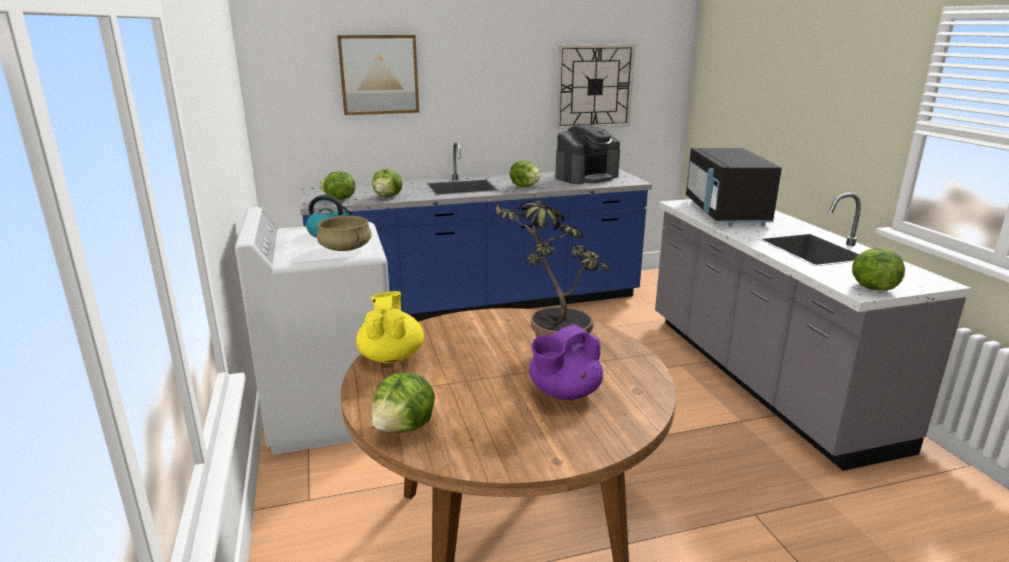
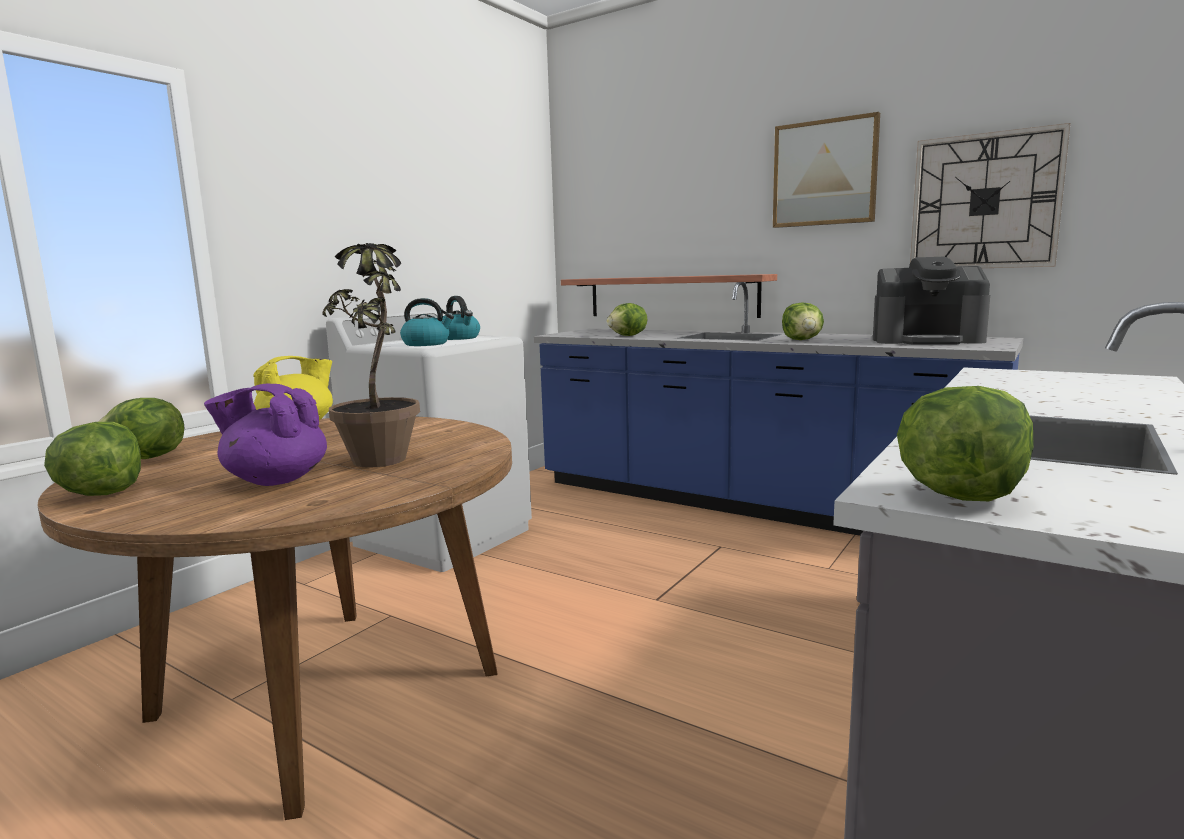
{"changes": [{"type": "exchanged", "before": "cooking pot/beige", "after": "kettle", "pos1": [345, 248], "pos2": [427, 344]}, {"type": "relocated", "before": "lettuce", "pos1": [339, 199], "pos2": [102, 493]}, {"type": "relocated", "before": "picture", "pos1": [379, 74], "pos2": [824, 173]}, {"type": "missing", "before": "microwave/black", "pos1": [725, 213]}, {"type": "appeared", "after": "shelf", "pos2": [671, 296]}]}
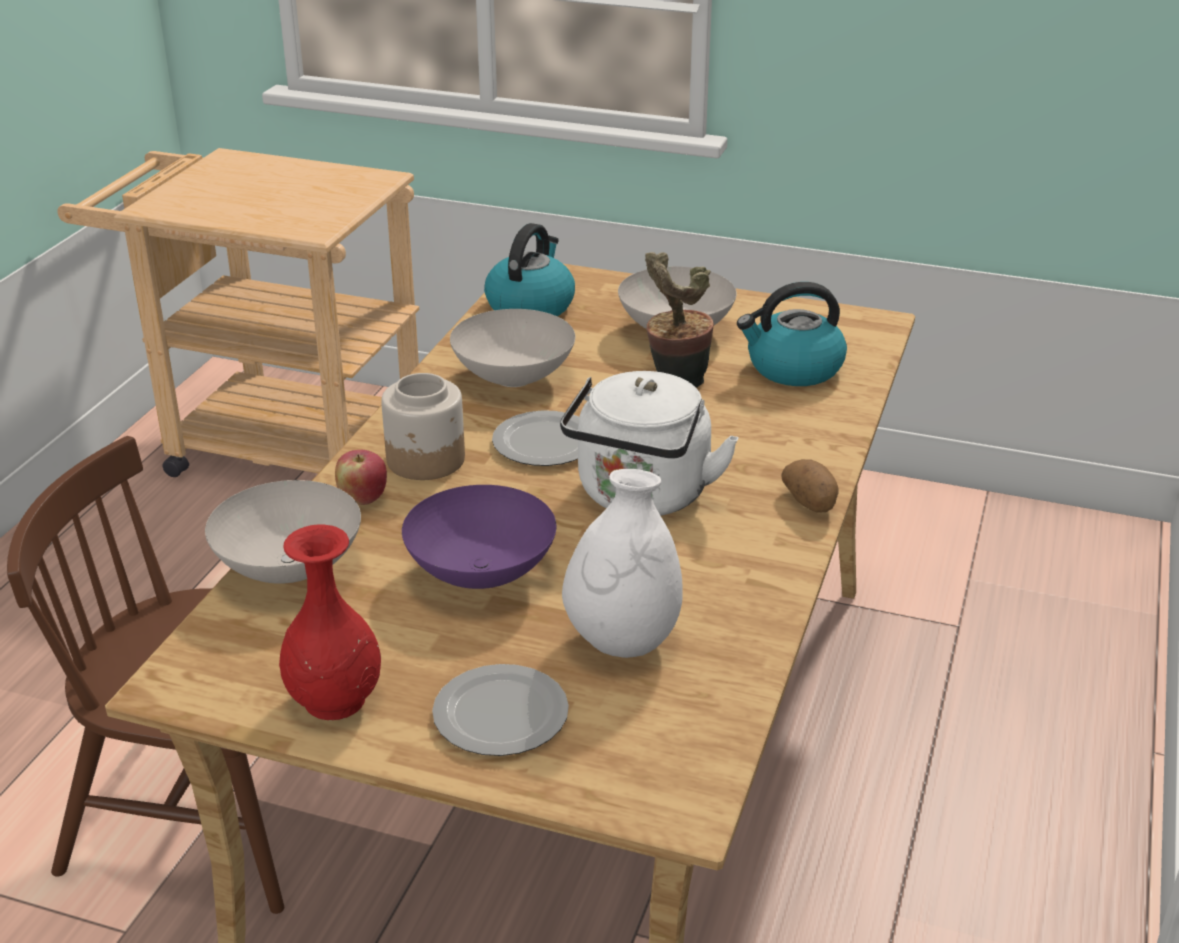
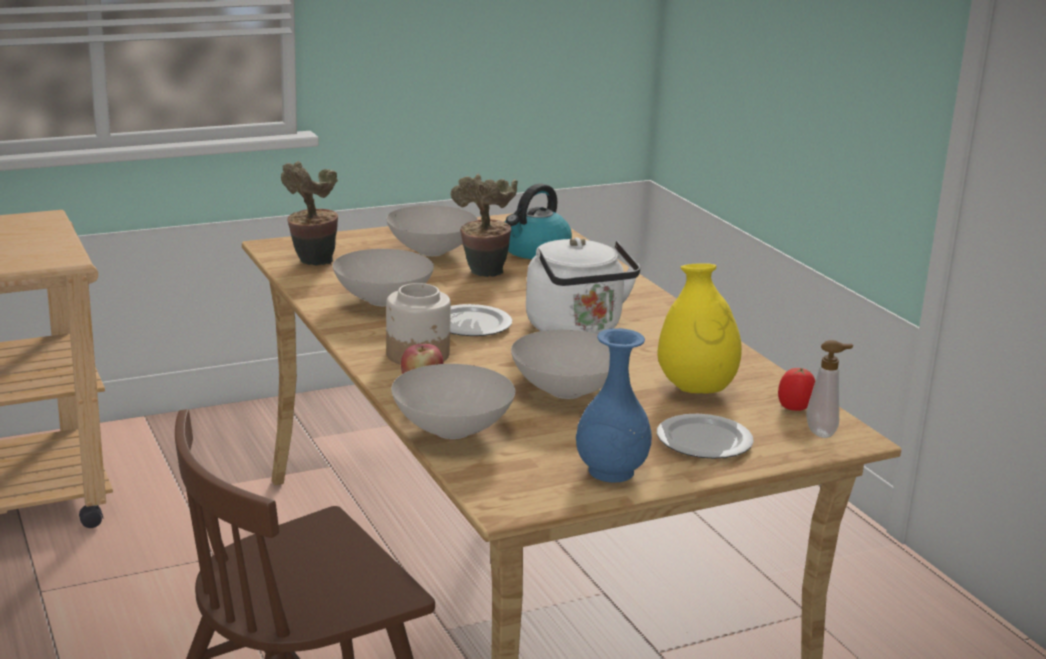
{"changes": [{"type": "colour", "before": "vase/red", "after": "vase/blue", "pos1": [333, 700], "pos2": [610, 472]}, {"type": "colour", "before": "bowl/purple", "after": "bowl/white", "pos1": [479, 575], "pos2": [566, 392]}, {"type": "exchanged", "before": "kettle", "after": "potted plant", "pos1": [530, 306], "pos2": [311, 263]}, {"type": "colour", "before": "vase/white", "after": "vase/yellow", "pos1": [622, 640], "pos2": [695, 389]}, {"type": "missing", "before": "potato", "pos1": [811, 503]}, {"type": "appeared", "after": "tomato", "pos2": [795, 407]}, {"type": "appeared", "after": "soap dispenser", "pos2": [823, 432]}]}
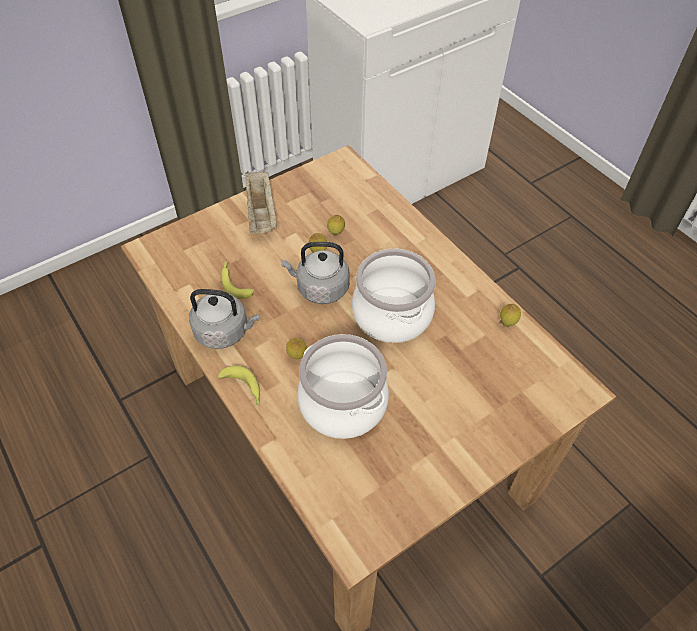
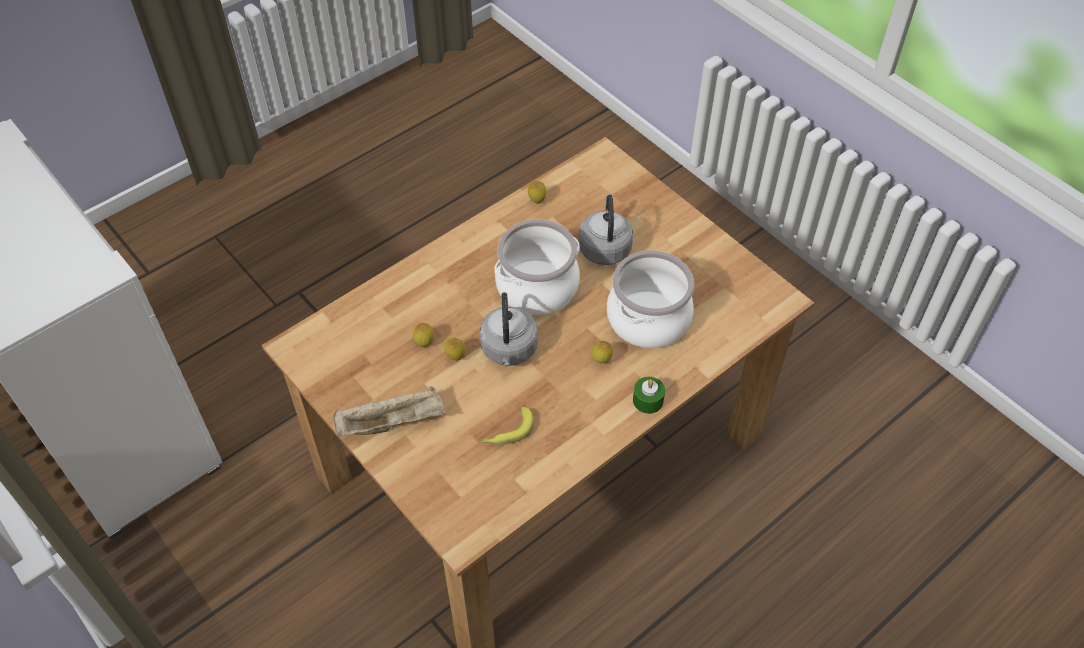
{"changes": [{"type": "relocated", "before": "kettle/grey", "pos1": [224, 332], "pos2": [604, 247]}, {"type": "exchanged", "before": "banana", "after": "candle/green", "pos1": [244, 389], "pos2": [648, 400]}]}
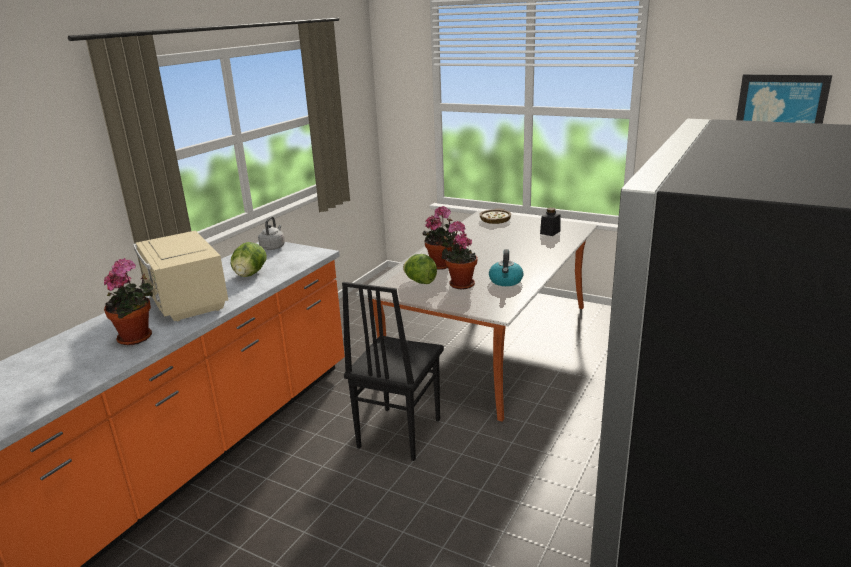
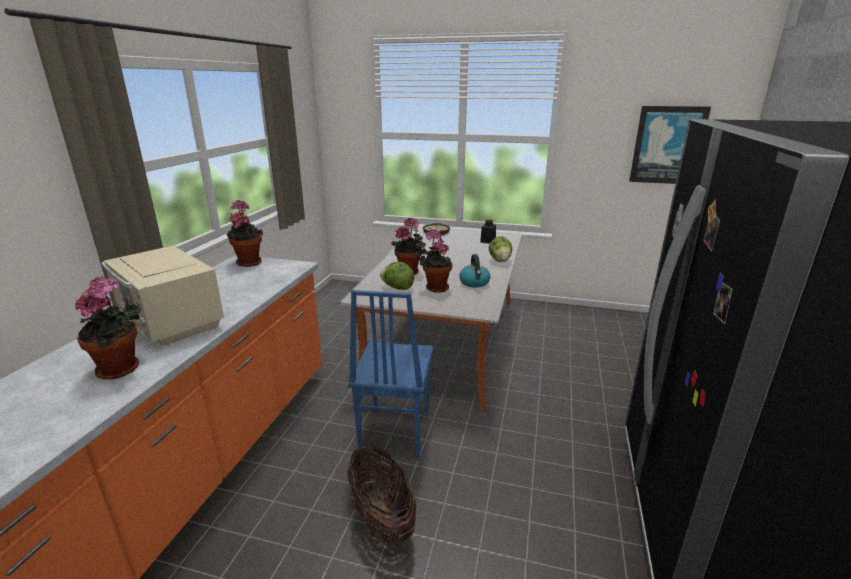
{"changes": [{"type": "relocated", "before": "lettuce", "pos1": [250, 274], "pos2": [500, 260]}, {"type": "exchanged", "before": "kettle/grey", "after": "potted plant", "pos1": [273, 247], "pos2": [248, 262]}, {"type": "colour", "before": "chair/black", "after": "chair/blue", "pos1": [397, 433], "pos2": [393, 433]}, {"type": "appeared", "after": "basket", "pos2": [382, 517]}]}
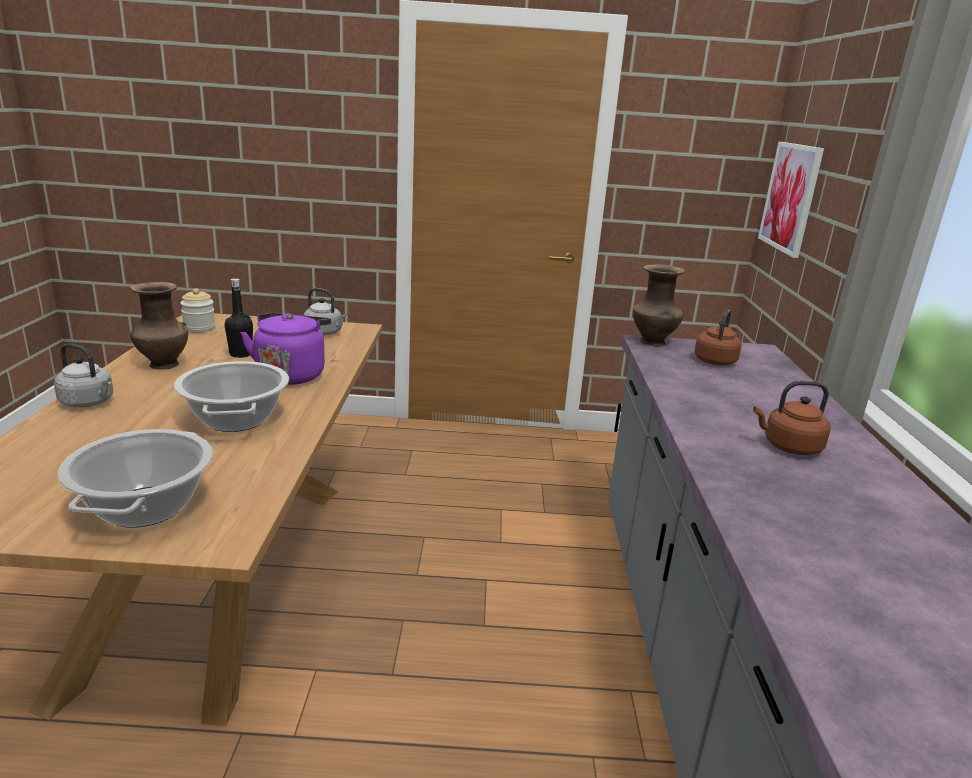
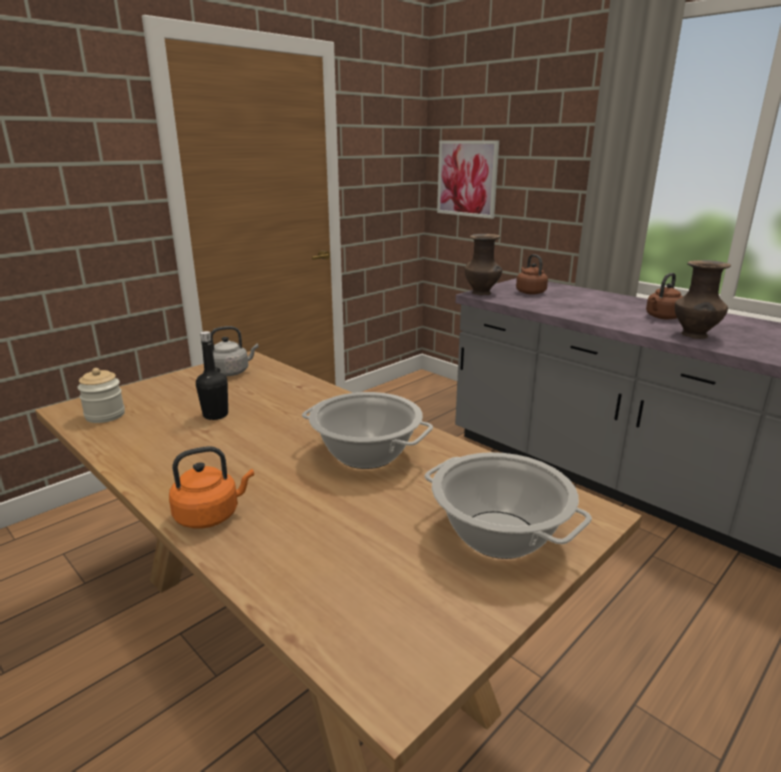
{"changes": [{"type": "colour", "before": "kettle/grey", "after": "kettle/orange", "pos1": [89, 402], "pos2": [210, 515]}, {"type": "relocated", "before": "vase/brown", "pos1": [162, 365], "pos2": [695, 336]}, {"type": "missing", "before": "kettle/purple", "pos1": [291, 374]}]}
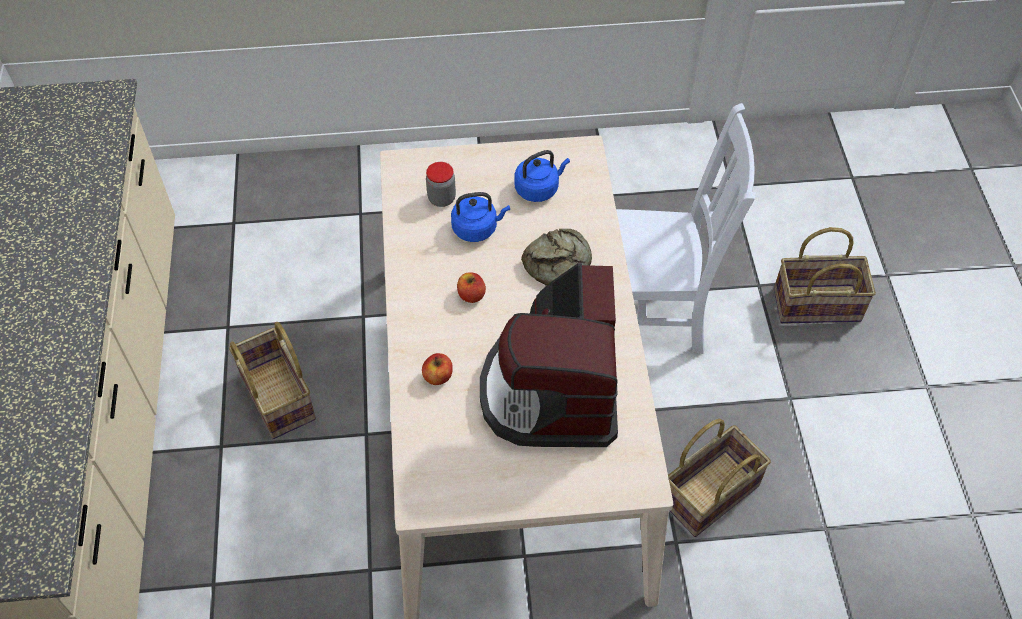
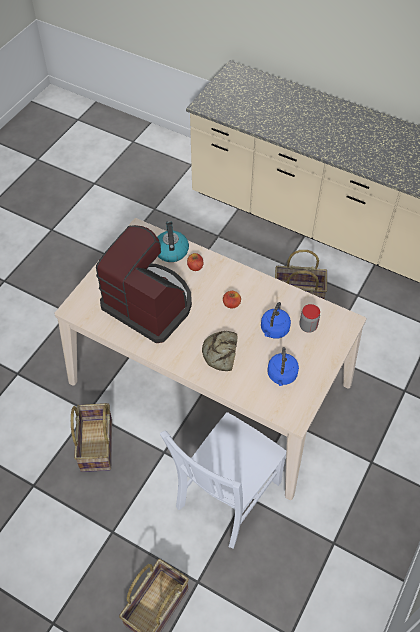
{"changes": [{"type": "appeared", "after": "kettle", "pos2": [171, 250]}]}
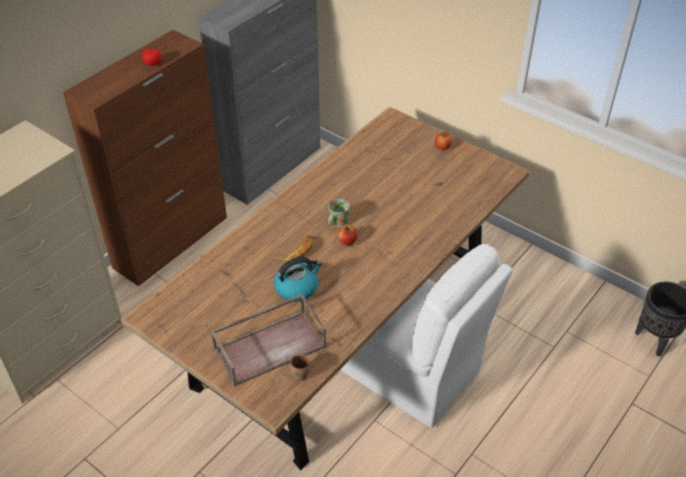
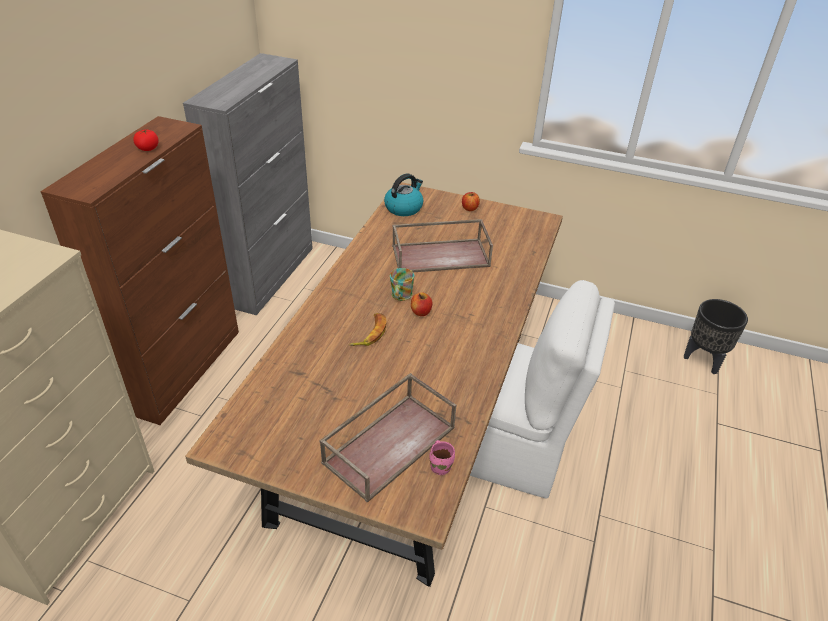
{"changes": [{"type": "relocated", "before": "kettle", "pos1": [297, 288], "pos2": [404, 208]}, {"type": "colour", "before": "mug/brown", "after": "mug/pink", "pos1": [301, 374], "pos2": [441, 466]}, {"type": "appeared", "after": "tray/brown", "pos2": [441, 255]}]}
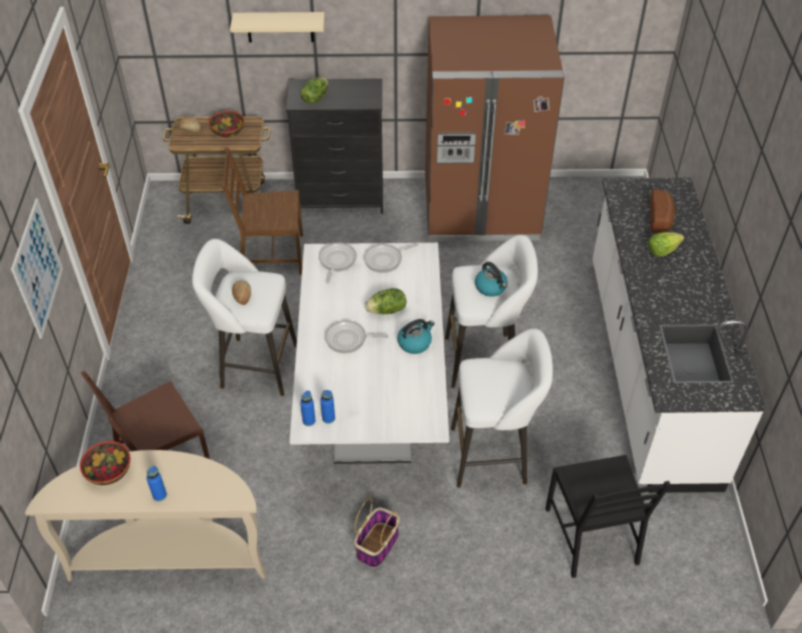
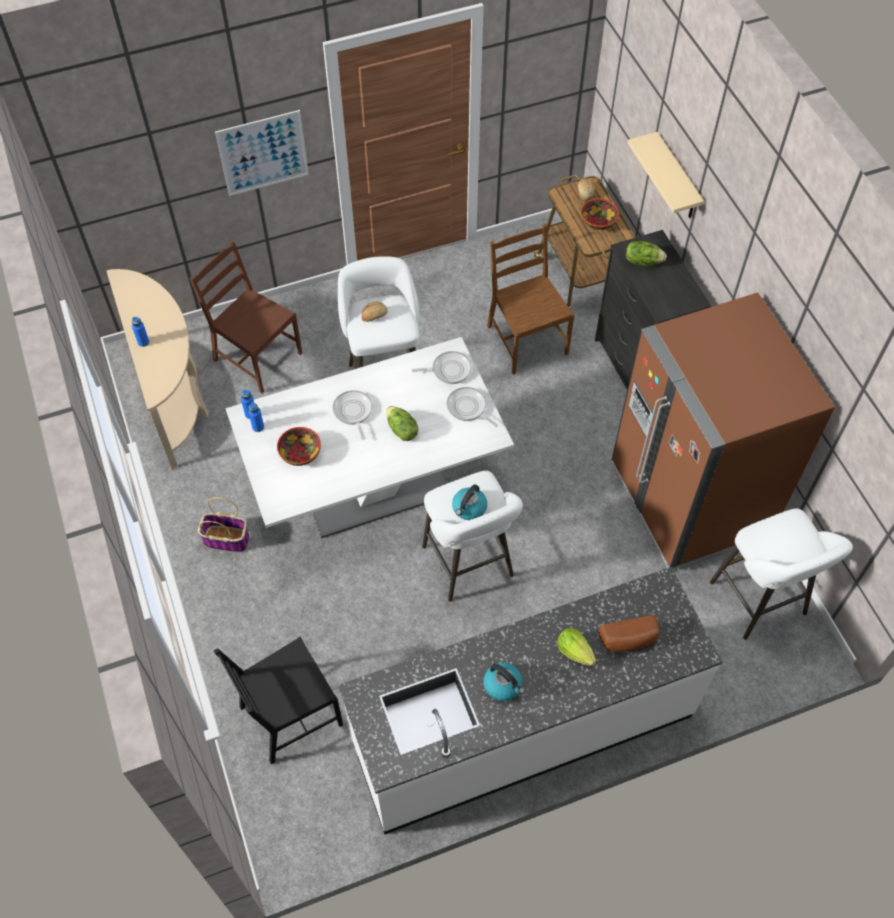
{"changes": [{"type": "relocated", "before": "bowl", "pos1": [108, 471], "pos2": [300, 453]}, {"type": "relocated", "before": "kettle", "pos1": [415, 343], "pos2": [503, 685]}, {"type": "relocated", "before": "stool/white", "pos1": [494, 455], "pos2": [761, 602]}]}
